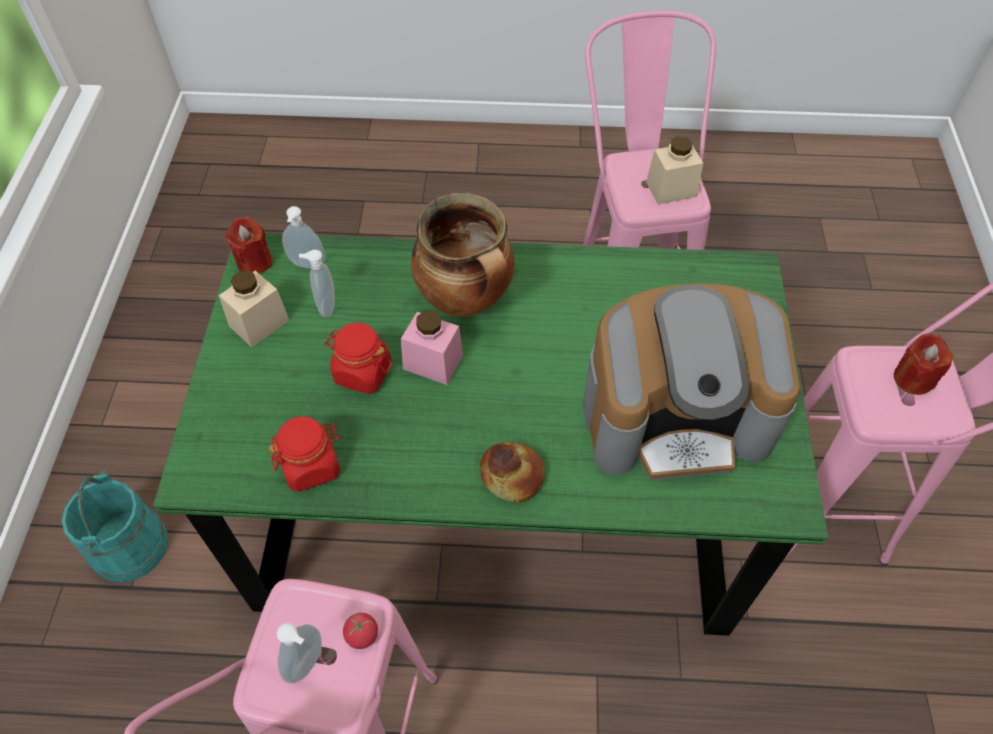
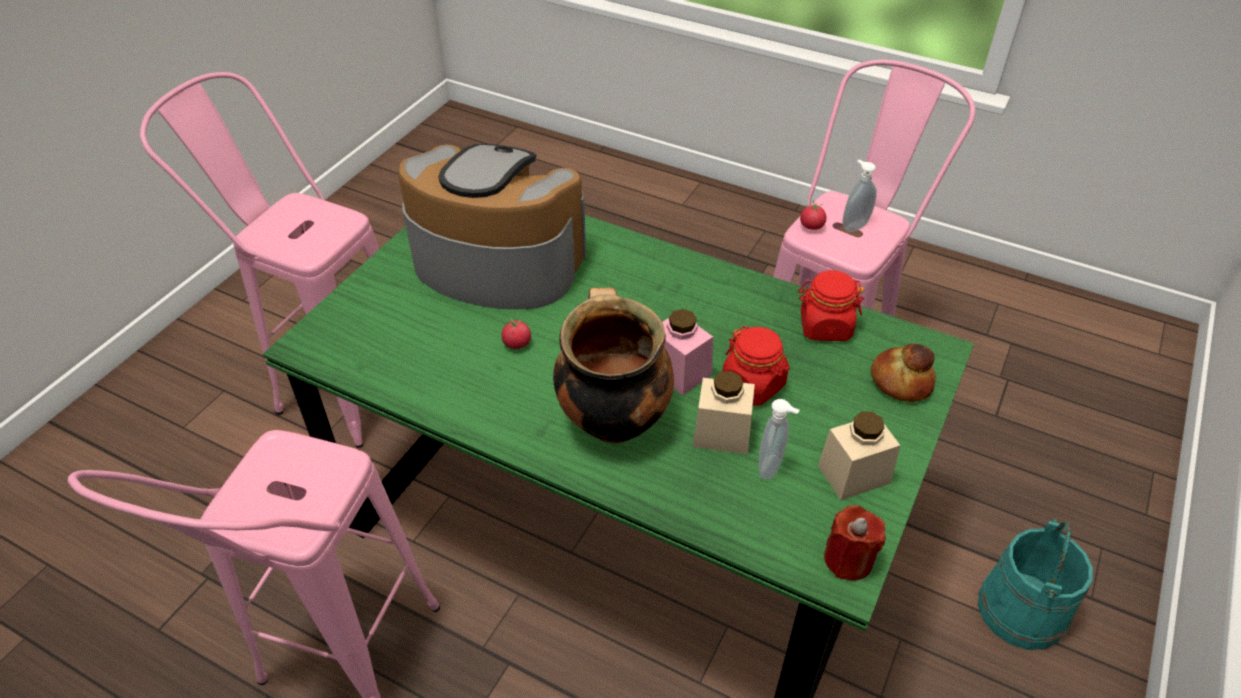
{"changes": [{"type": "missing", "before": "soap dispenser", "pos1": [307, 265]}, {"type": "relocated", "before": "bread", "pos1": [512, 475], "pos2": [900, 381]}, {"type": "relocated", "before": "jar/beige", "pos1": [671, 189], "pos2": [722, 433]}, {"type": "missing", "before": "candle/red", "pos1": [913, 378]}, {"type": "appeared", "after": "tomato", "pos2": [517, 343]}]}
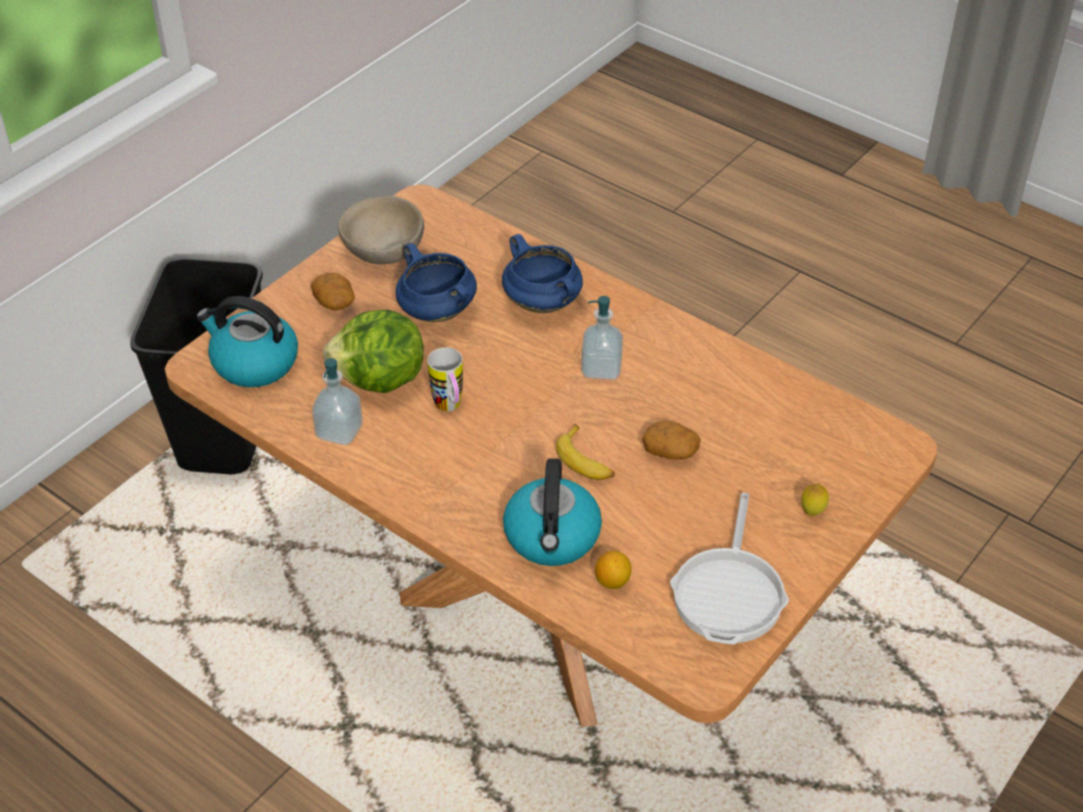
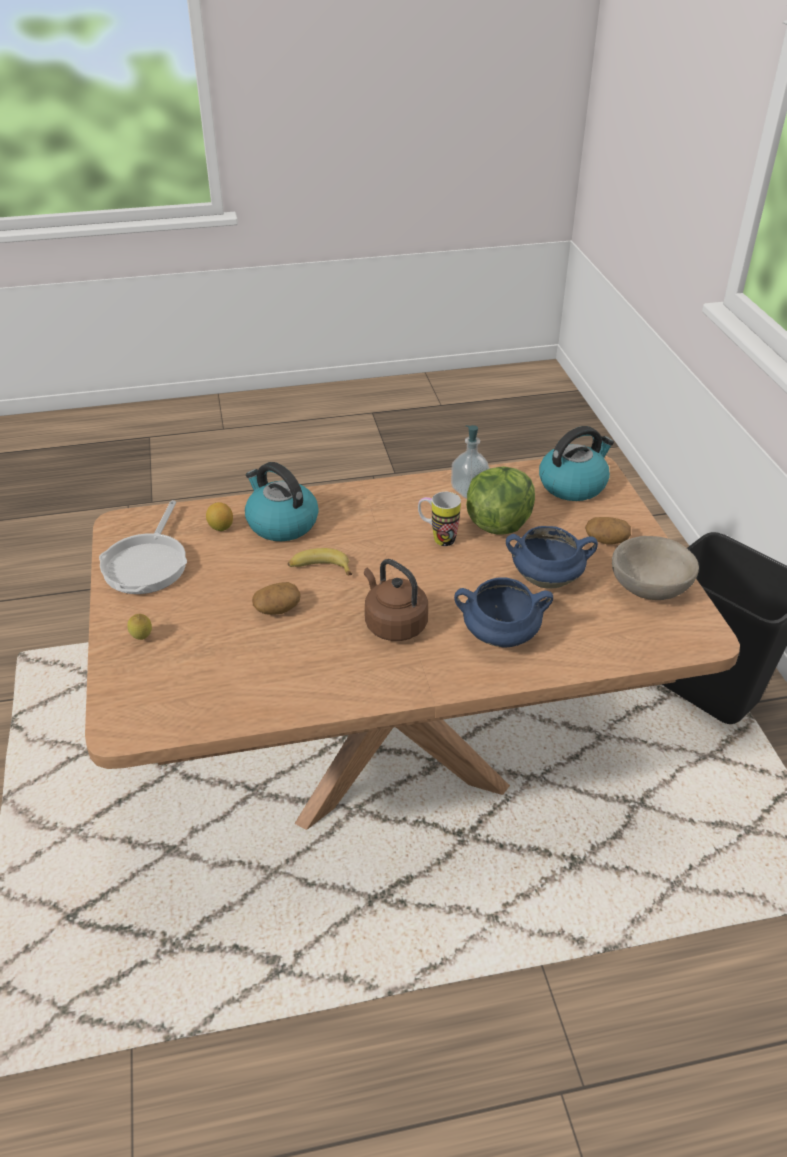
{"changes": [{"type": "exchanged", "before": "soap dispenser", "after": "kettle/brown", "pos1": [601, 368], "pos2": [393, 624]}, {"type": "spun", "before": "frying pan", "pos1": [729, 593], "pos2": [147, 564], "turn": -135}]}
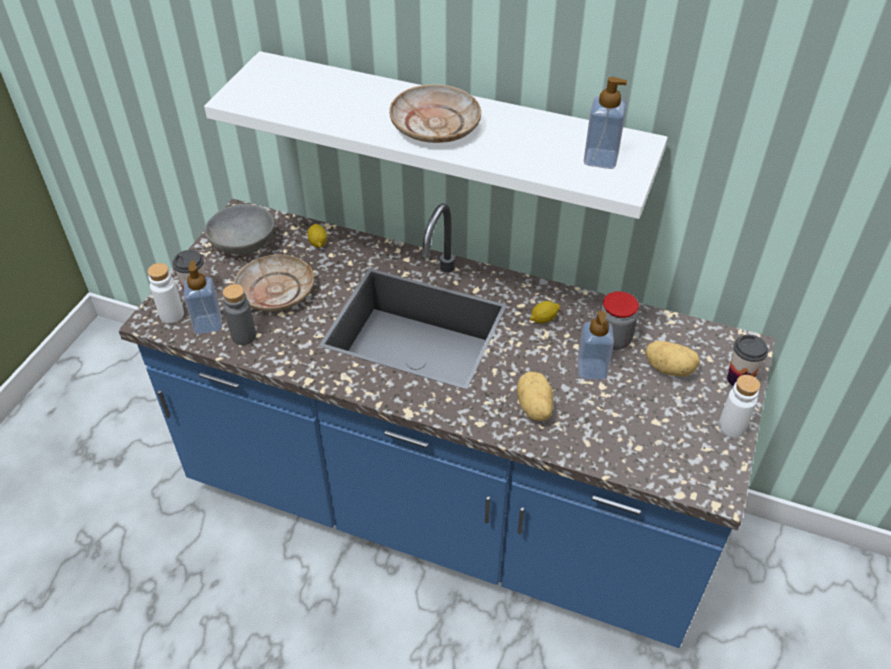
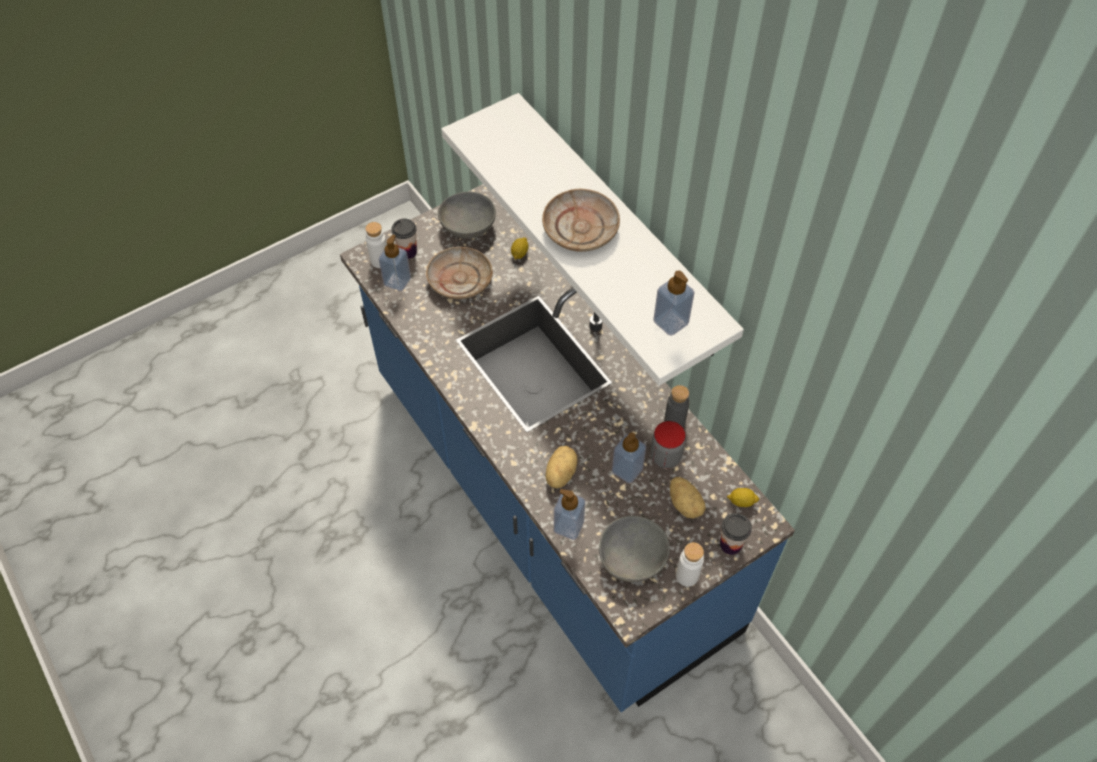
{"changes": [{"type": "relocated", "before": "bottle/grey", "pos1": [244, 336], "pos2": [674, 422]}, {"type": "relocated", "before": "lemon", "pos1": [543, 319], "pos2": [741, 501]}, {"type": "appeared", "after": "soap dispenser", "pos2": [568, 526]}, {"type": "appeared", "after": "bowl/grey", "pos2": [632, 557]}]}
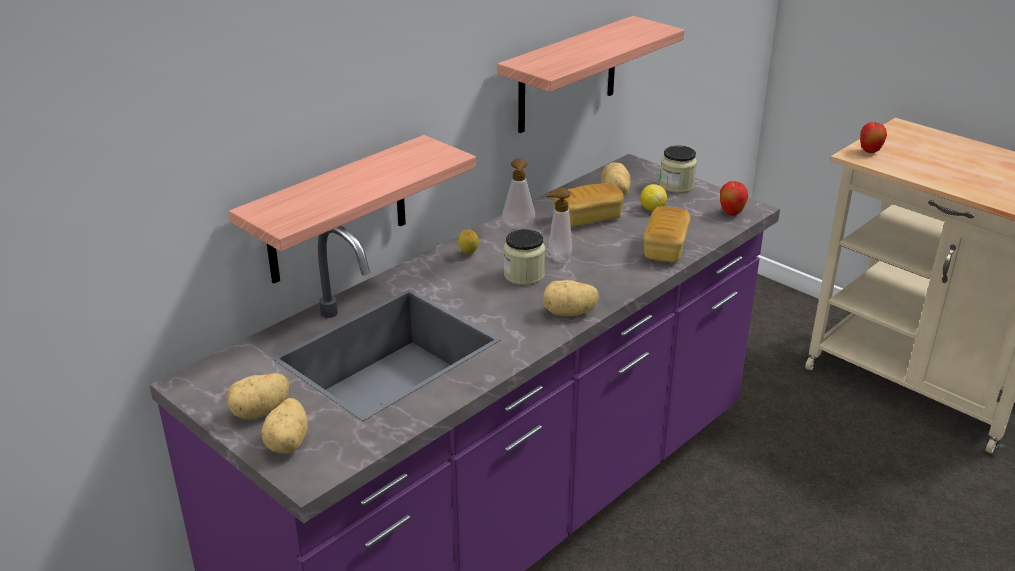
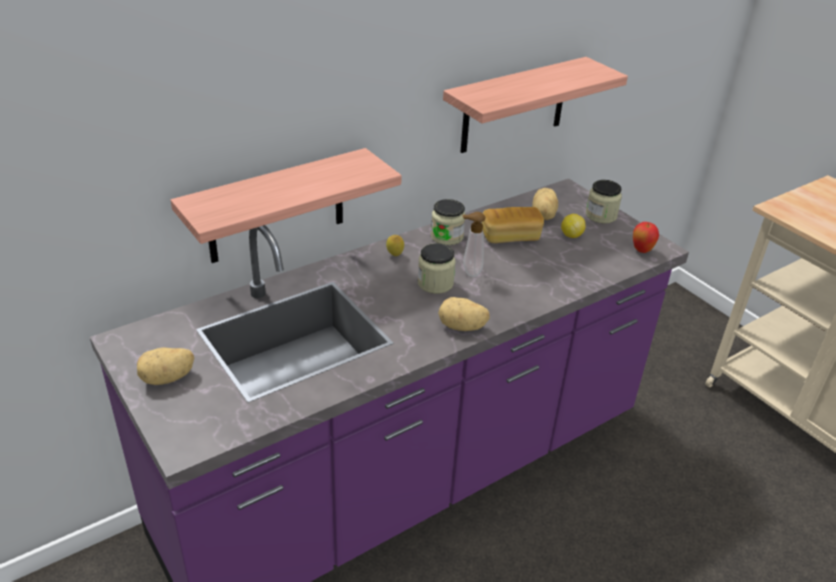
{"changes": [{"type": "missing", "before": "potato", "pos1": [289, 442]}, {"type": "exchanged", "before": "soap dispenser", "after": "jar", "pos1": [518, 228], "pos2": [447, 236]}, {"type": "missing", "before": "bread", "pos1": [665, 249]}, {"type": "missing", "before": "apple", "pos1": [870, 151]}]}
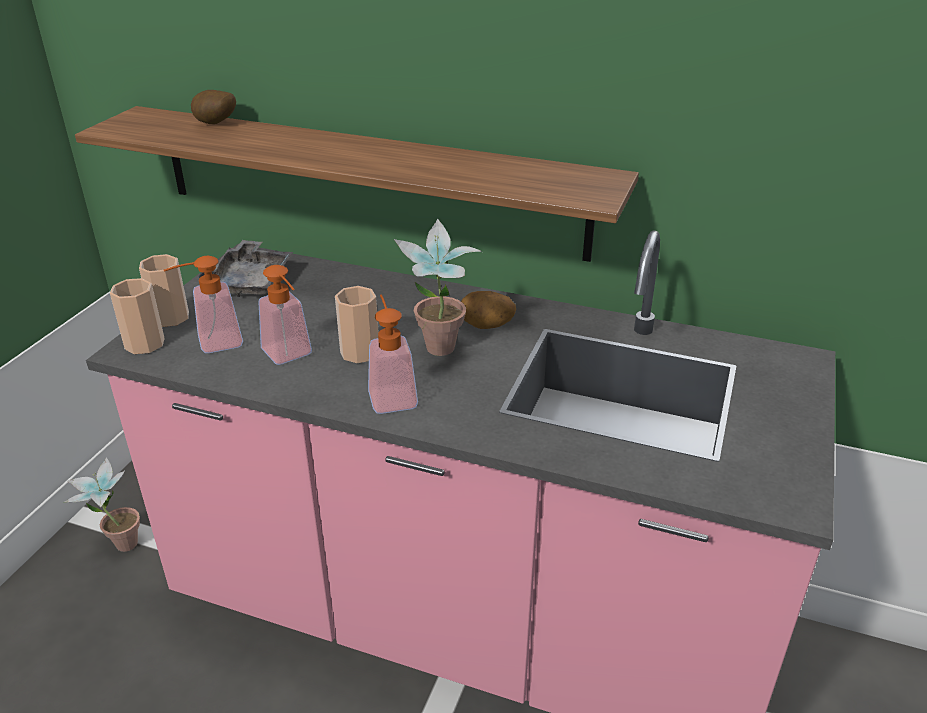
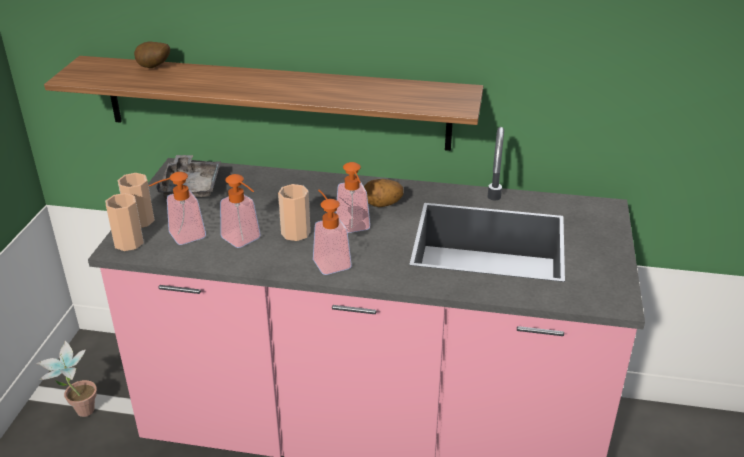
{"changes": [{"type": "exchanged", "before": "potted plant", "after": "soap dispenser", "pos1": [439, 354], "pos2": [354, 228]}]}
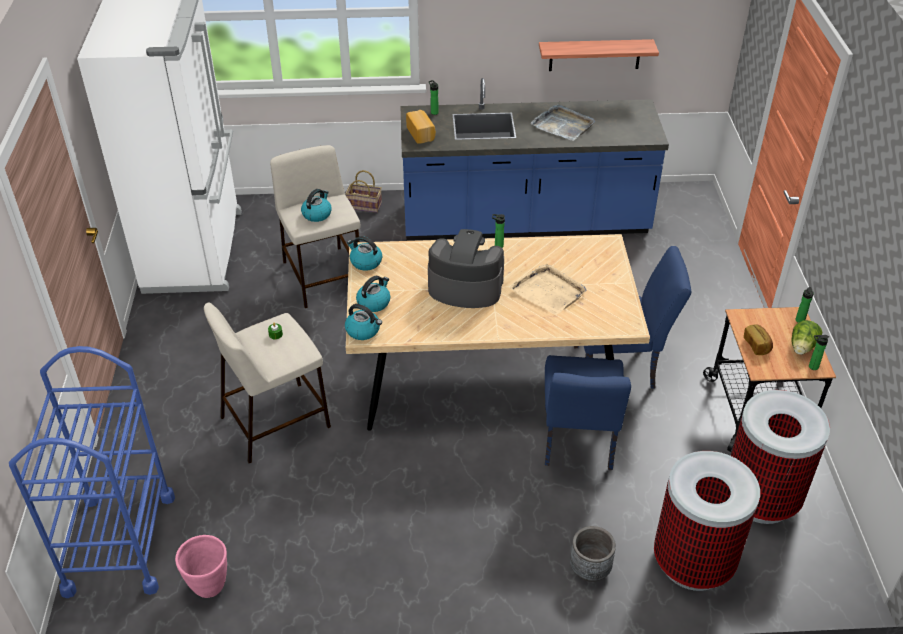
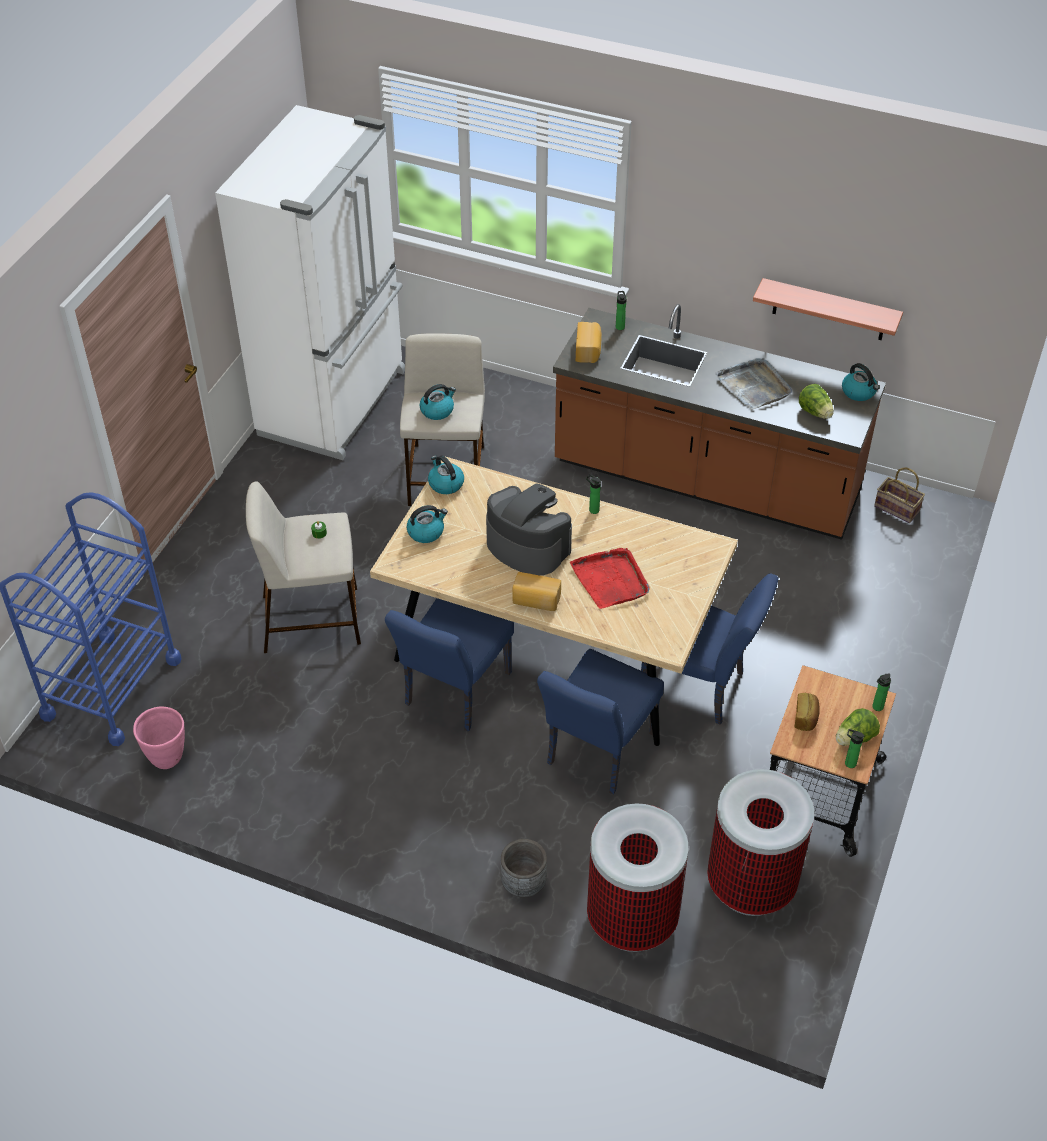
{"changes": [{"type": "relocated", "before": "basket", "pos1": [365, 205], "pos2": [898, 509]}, {"type": "relocated", "before": "kettle", "pos1": [363, 330], "pos2": [859, 392]}, {"type": "colour", "before": "counter/blue", "after": "counter/brown", "pos1": [525, 222], "pos2": [706, 481]}, {"type": "colour", "before": "tray/beige", "after": "tray/red", "pos1": [548, 291], "pos2": [611, 580]}, {"type": "appeared", "after": "chair/blue", "pos2": [453, 694]}, {"type": "appeared", "after": "bread", "pos2": [536, 601]}, {"type": "appeared", "after": "lettuce", "pos2": [815, 412]}]}
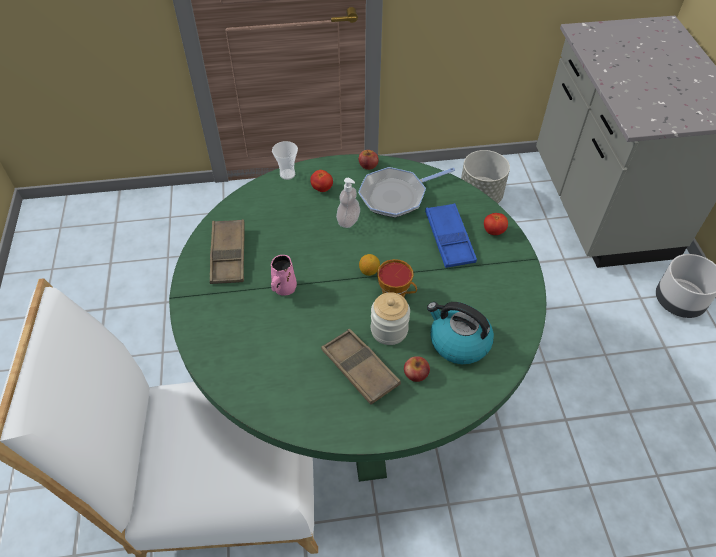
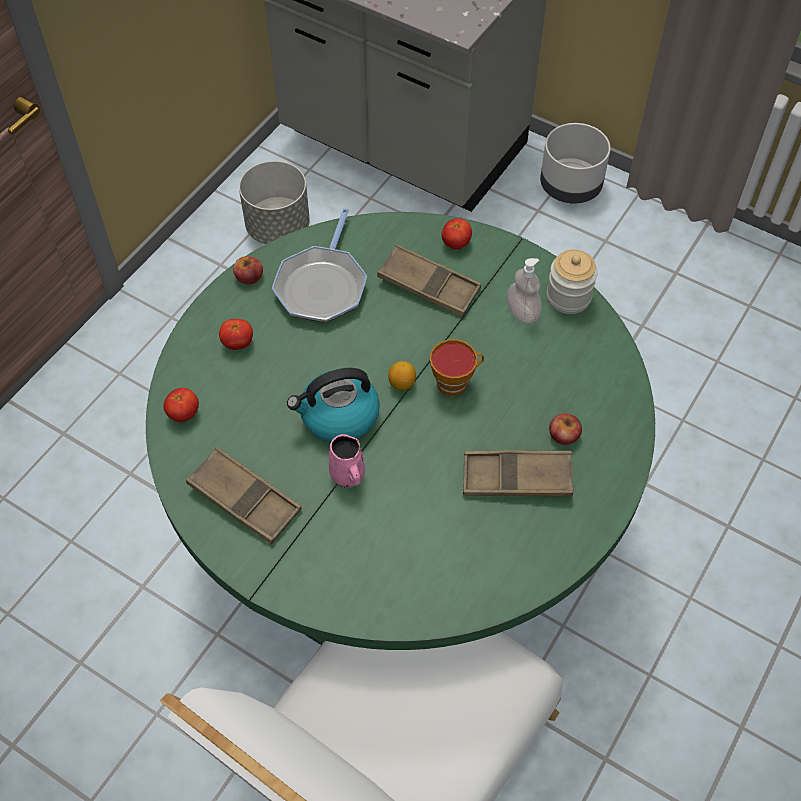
{"changes": [{"type": "missing", "before": "cup", "pos1": [287, 174]}, {"type": "relocated", "before": "soap dispenser", "pos1": [348, 221], "pos2": [522, 312]}, {"type": "relocated", "before": "jar", "pos1": [389, 330], "pos2": [568, 297]}, {"type": "colour", "before": "tray/blue", "after": "tray/brown", "pos1": [449, 239], "pos2": [428, 285]}, {"type": "relocated", "before": "kettle", "pos1": [458, 342], "pos2": [338, 417]}, {"type": "appeared", "after": "tomato", "pos2": [183, 414]}]}
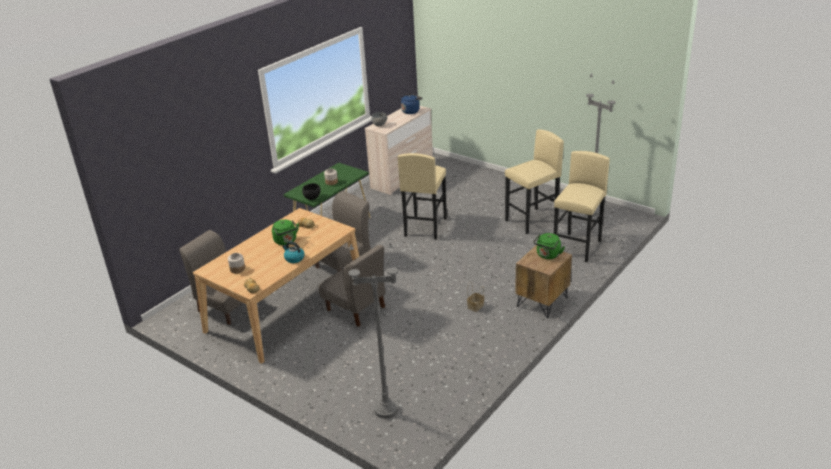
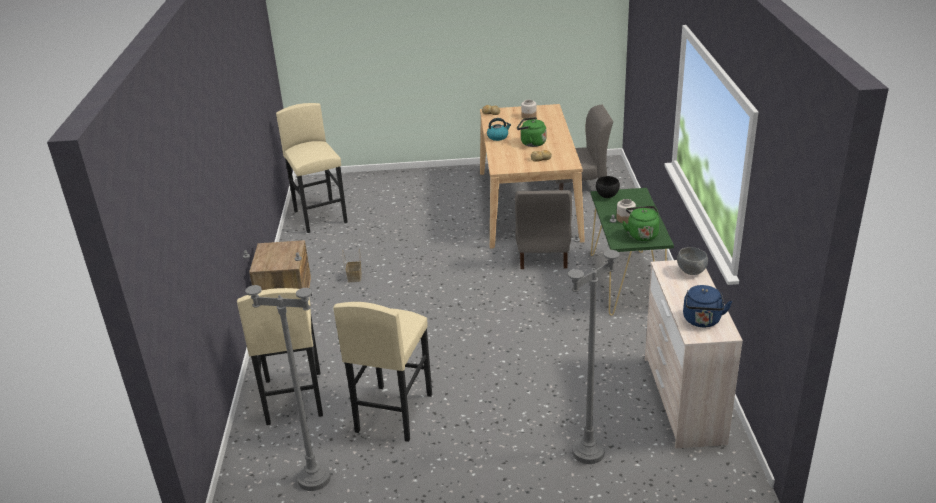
{"changes": [{"type": "missing", "before": "chair/grey", "pos1": [356, 309]}, {"type": "relocated", "before": "floor lamp/grey", "pos1": [386, 410], "pos2": [588, 452]}, {"type": "relocated", "before": "stool/beige", "pos1": [425, 227], "pos2": [320, 217]}, {"type": "relocated", "before": "kettle/green", "pos1": [548, 255], "pos2": [641, 234]}]}
